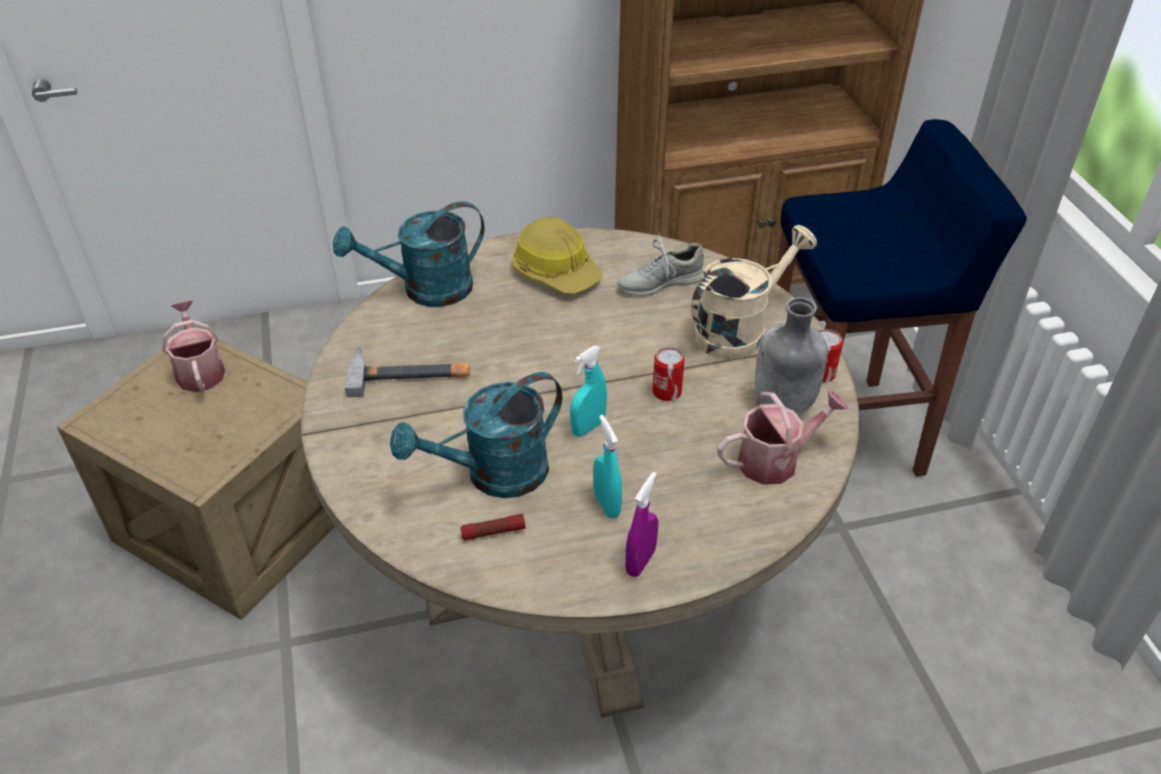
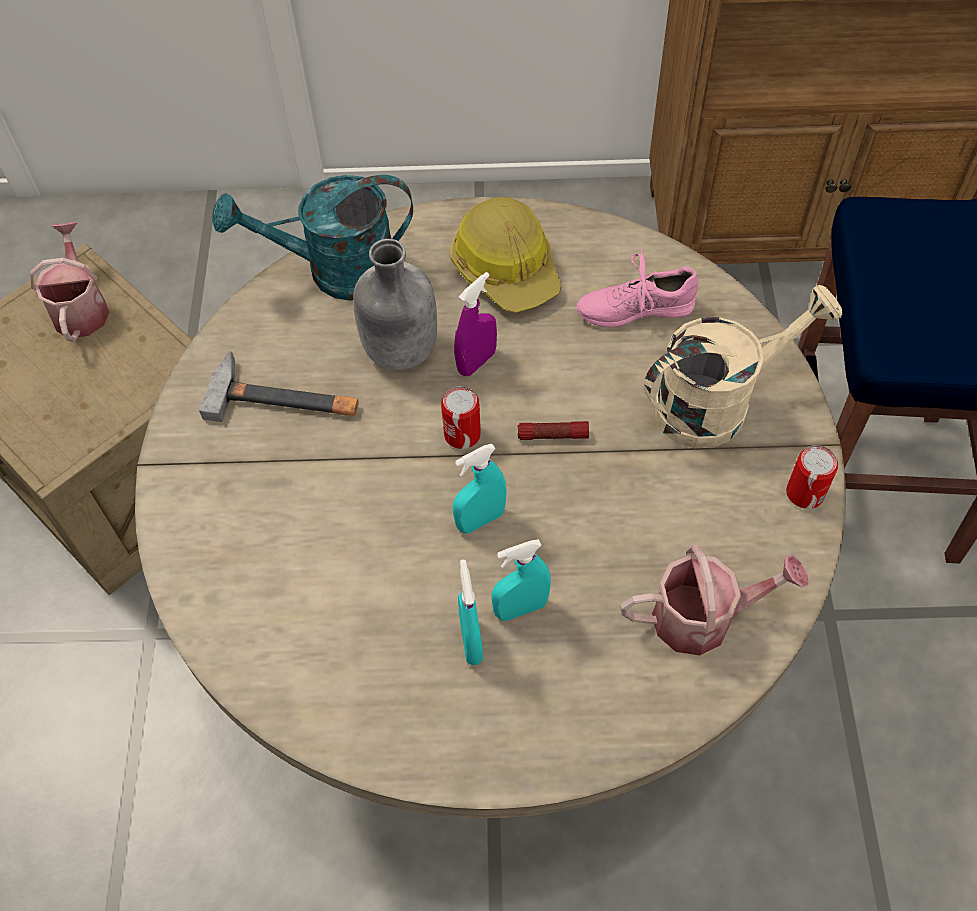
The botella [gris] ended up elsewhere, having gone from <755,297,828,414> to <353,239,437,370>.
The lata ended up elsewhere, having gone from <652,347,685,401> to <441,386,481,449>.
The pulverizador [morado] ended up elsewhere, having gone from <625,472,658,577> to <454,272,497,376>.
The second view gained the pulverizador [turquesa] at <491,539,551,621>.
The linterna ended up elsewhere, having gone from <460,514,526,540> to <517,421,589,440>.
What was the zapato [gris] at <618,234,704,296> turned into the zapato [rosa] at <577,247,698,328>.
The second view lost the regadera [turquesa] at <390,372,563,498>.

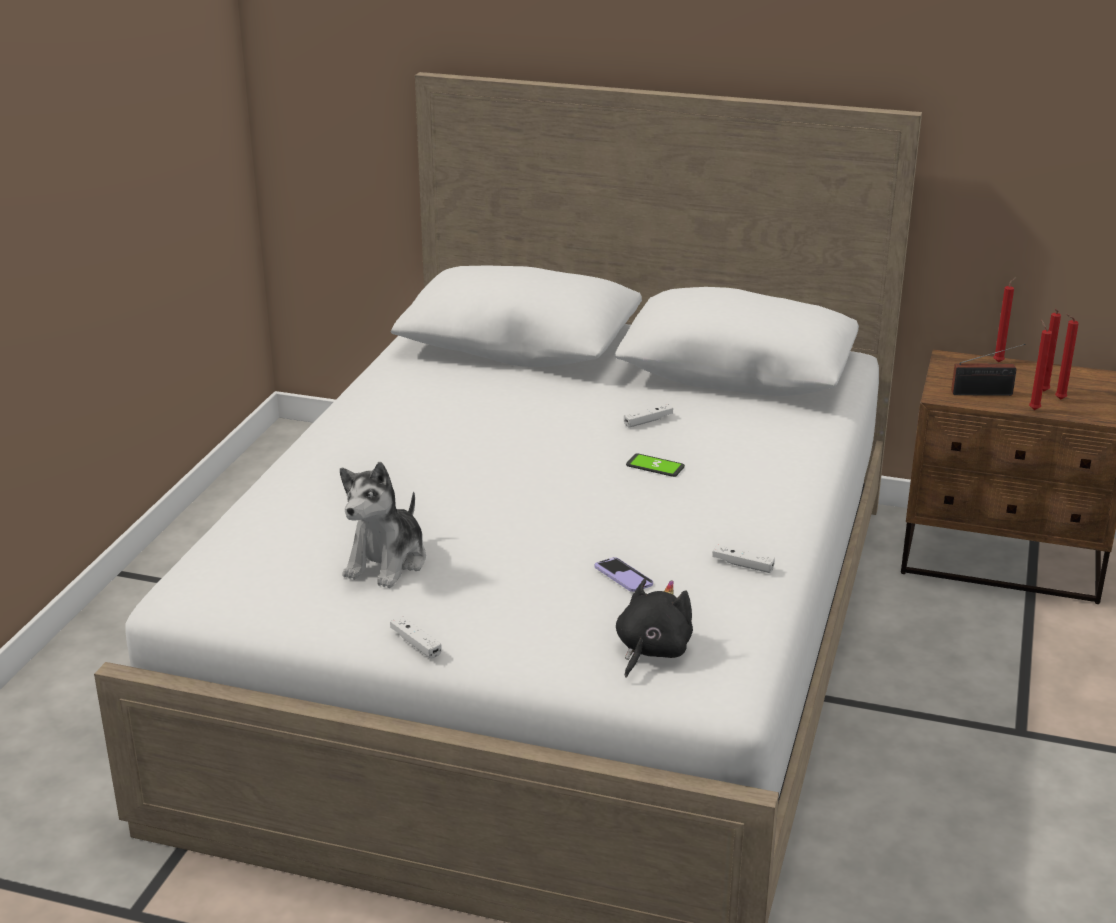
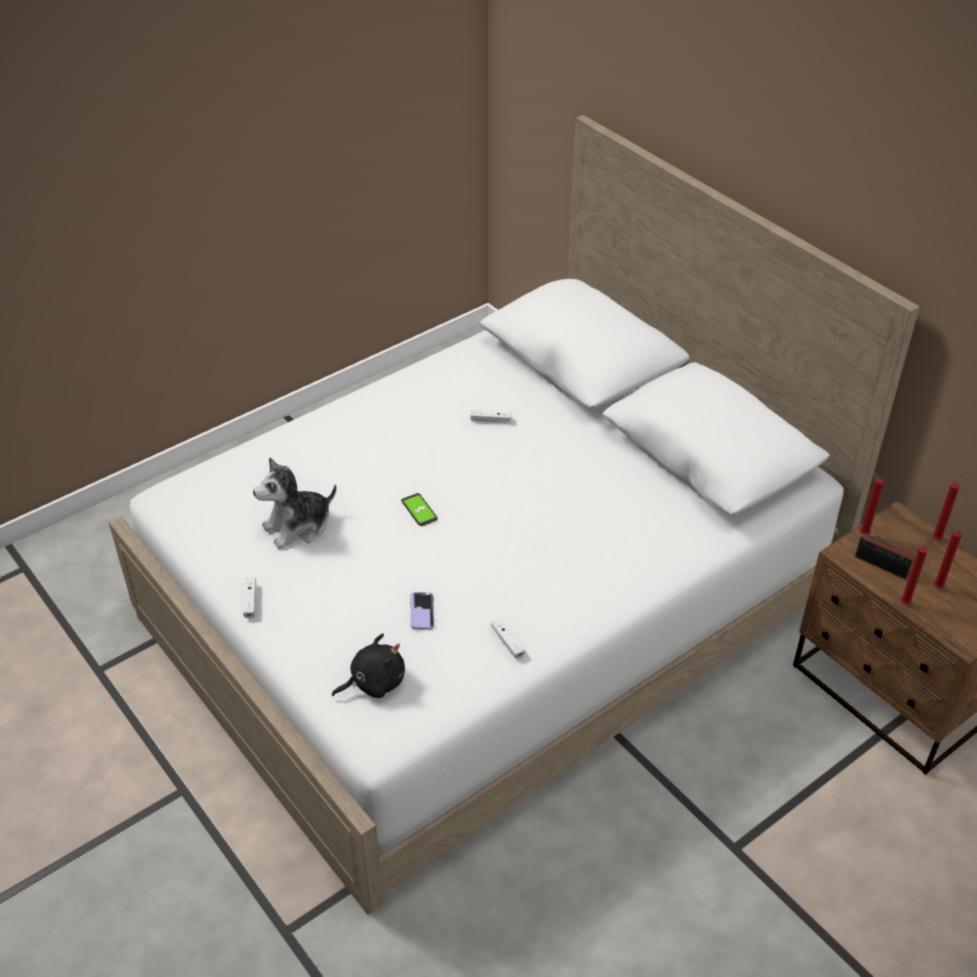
The móvil ended up elsewhere, having gone from <626,453,685,477> to <401,493,438,526>.
The mando de consola [blanco] ended up elsewhere, having gone from <624,404,673,428> to <470,410,511,422>.
The vela [rojo] ended up elsewhere, having gone from <1055,314,1079,400> to <860,472,884,534>.

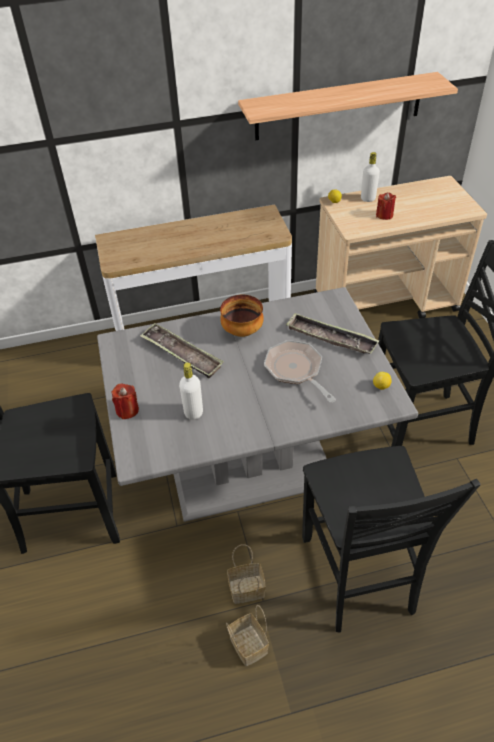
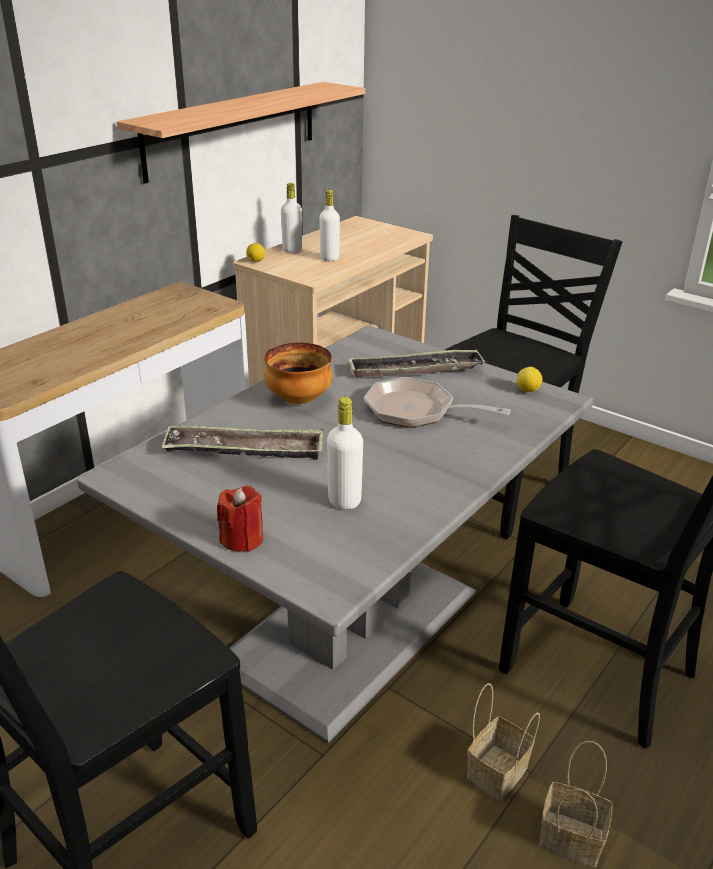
Where the vela [rojo] stood at <376,192,396,220>, the botella [blanco] came to stand at <319,190,340,262>.

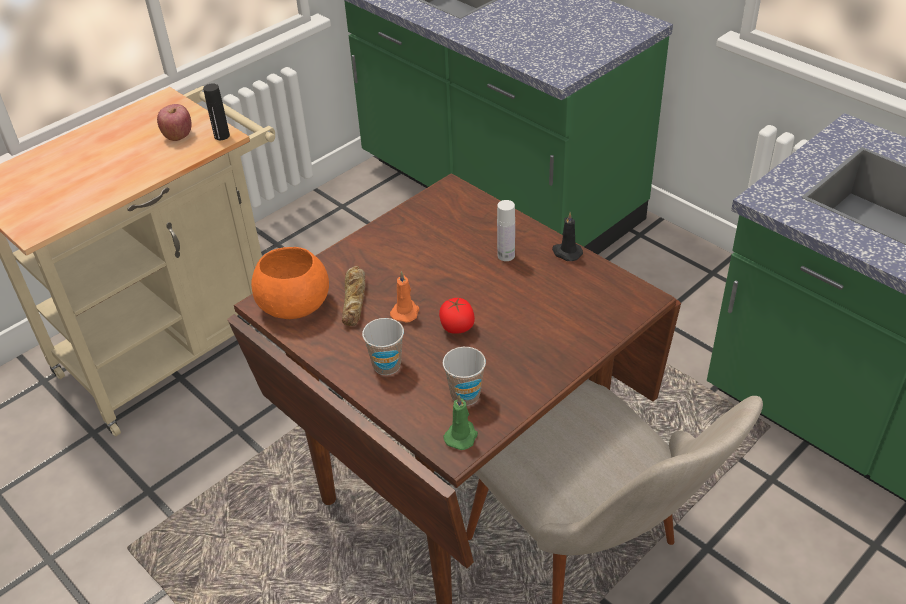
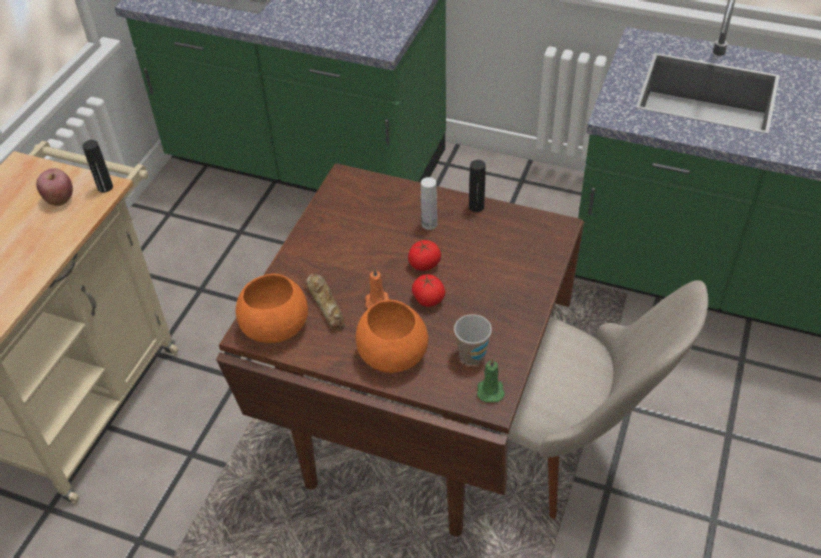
Where the taza stood at <362,318,404,375>, the cuenco [naranja] came to stand at <356,300,428,373>.
The second view gained the tomate at <408,240,441,271>.
Where the vela [negro] stood at <552,212,583,261>, the botella [negro] came to stand at <469,160,485,212>.

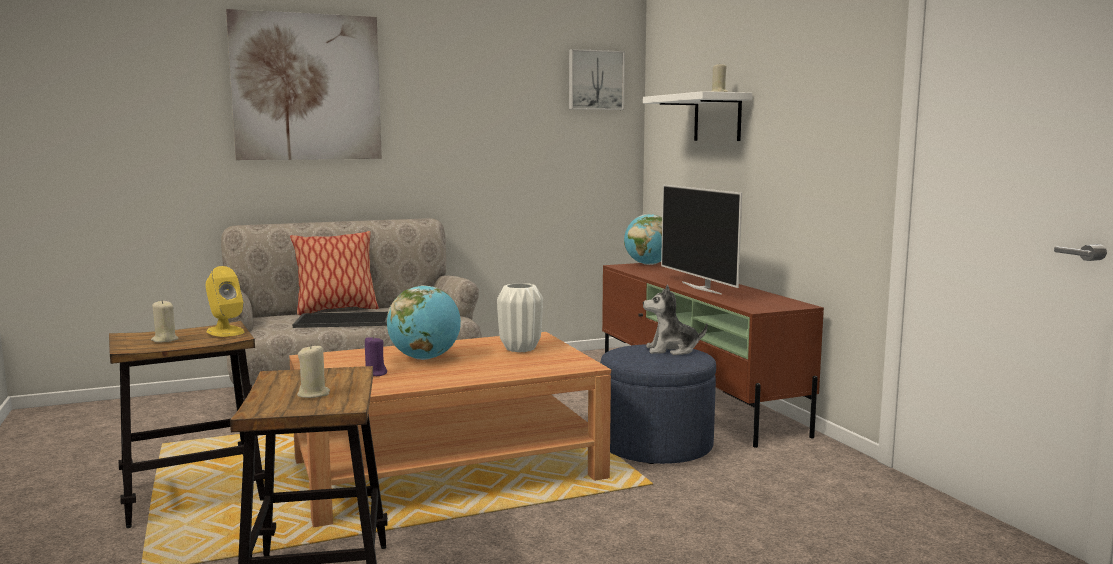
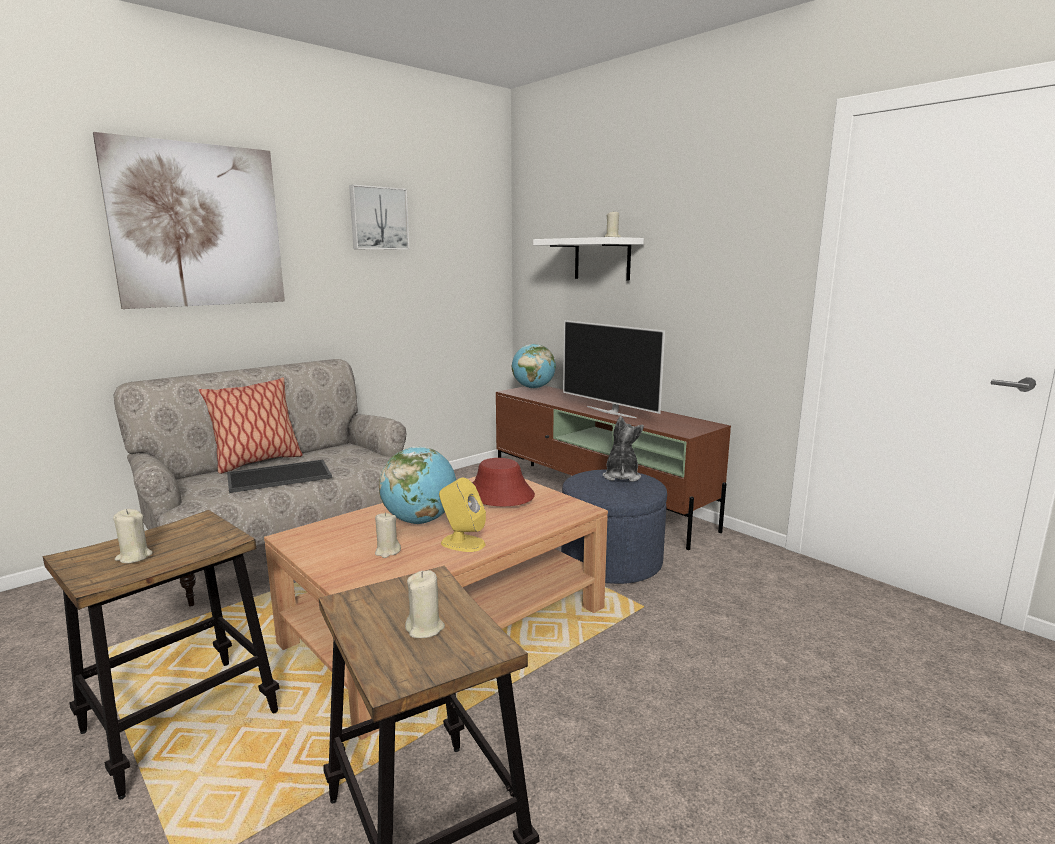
The cuadro ended up elsewhere, having gone from <569,49,625,110> to <349,185,409,250>.
What was the vela [morado] at <365,336,387,376> turned into the vela [beis] at <375,512,401,558>.
The altavoz [amarillo] ended up elsewhere, having gone from <206,266,245,337> to <439,478,486,552>.
Where the florero [blanco] stood at <497,283,543,352>, the sombrero [rojo] came to stand at <473,458,535,506>.
The peluche at <643,284,708,355> ended up facing another way, 120 degrees clockwise from before.

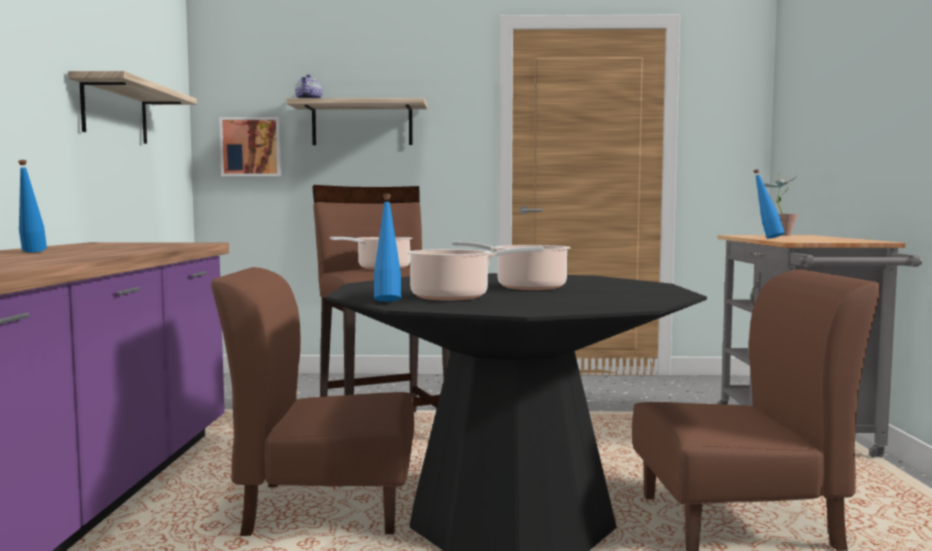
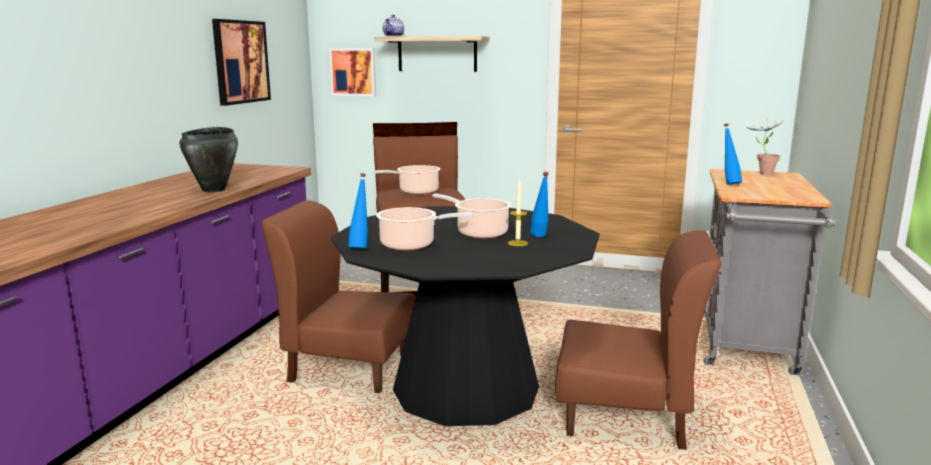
The second view gained the olla [negro] at <180,127,238,192>.
Where the estante hung at <68,71,197,144>, the cuadro came to hang at <212,19,271,106>.
The second view gained the vela at <508,179,528,246>.
The botella [azul] ended up elsewhere, having gone from <18,160,47,253> to <530,172,549,237>.

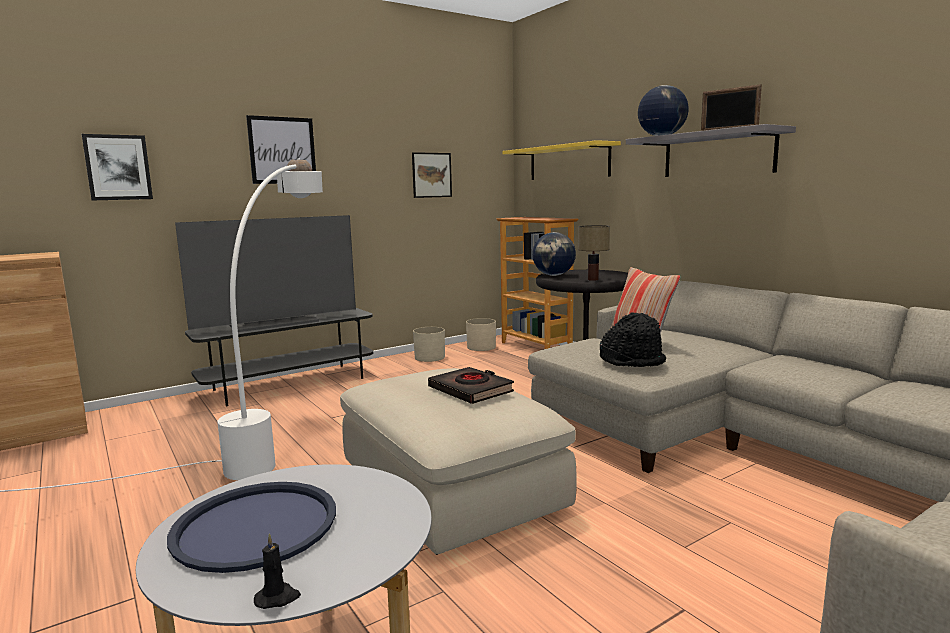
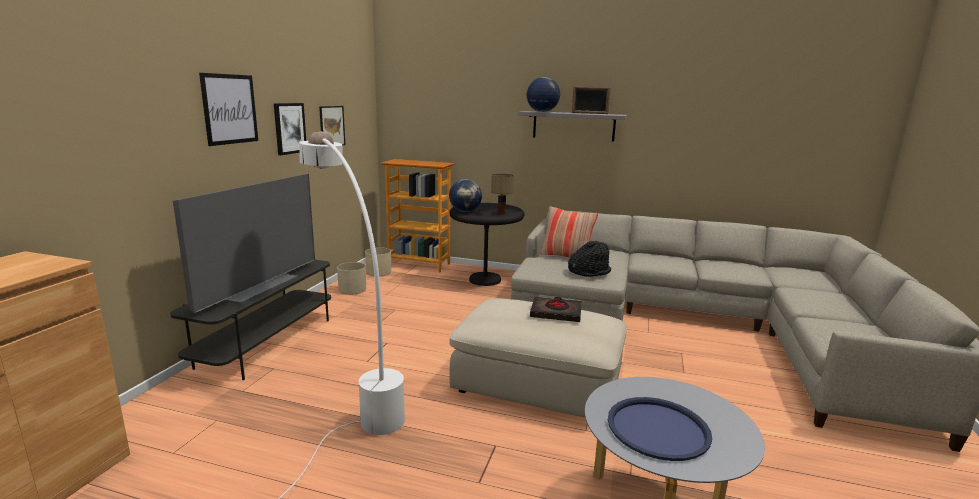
The cuadro ended up elsewhere, having gone from <82,134,153,201> to <274,103,306,155>.
The second view lost the vela [negro] at <254,533,301,609>.
The second view lost the estante [amarillo] at <502,140,621,180>.

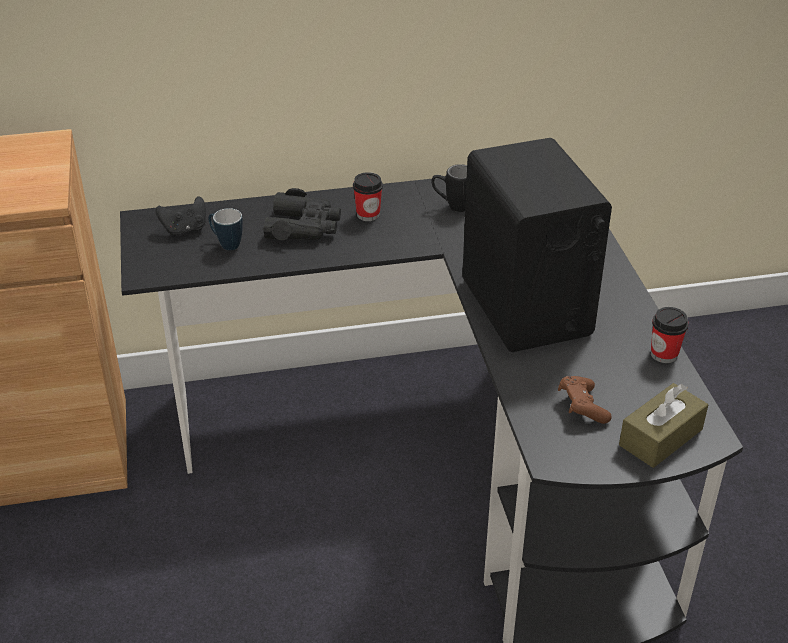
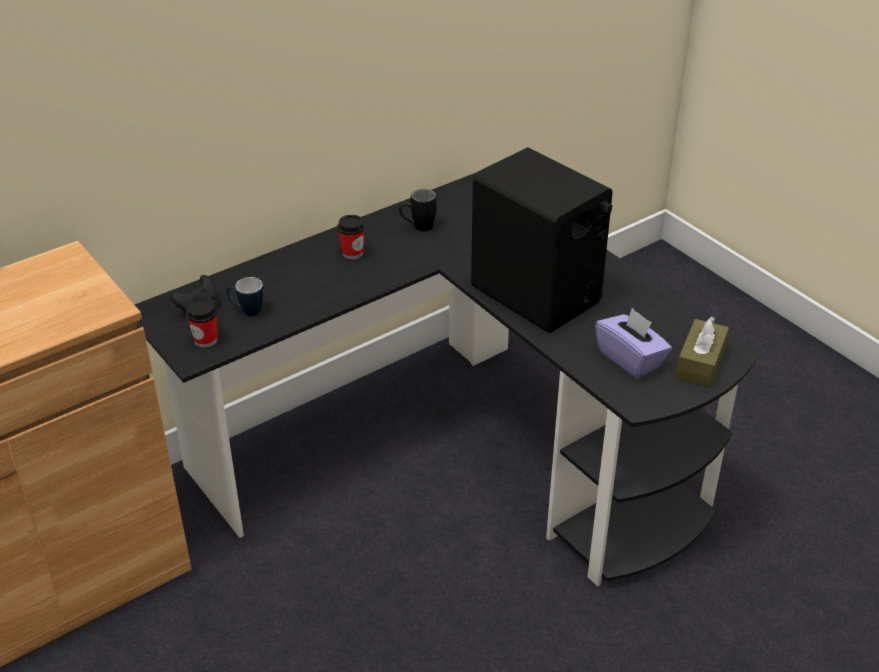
The taza ended up elsewhere, having gone from <651,307,689,363> to <186,299,218,348>.
Where the mando de consola [marrón] stood at <558,376,612,424>, the caja de pañuelos [morado] came to stand at <595,308,672,379>.
The second view lost the prismáticos [negro] at <263,188,341,240>.

